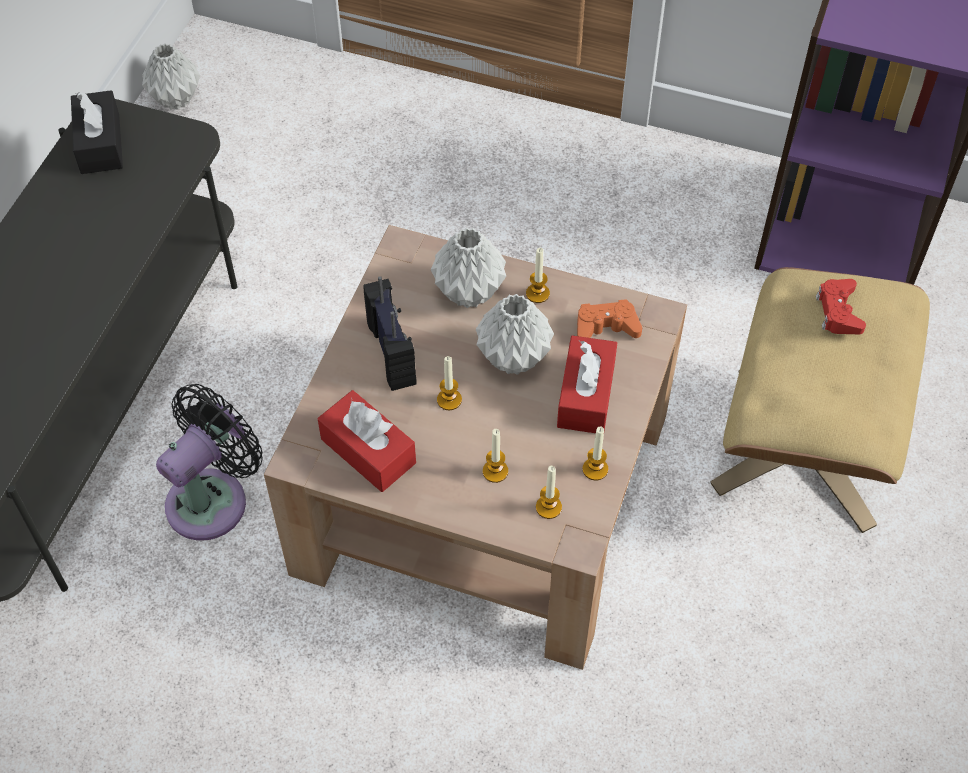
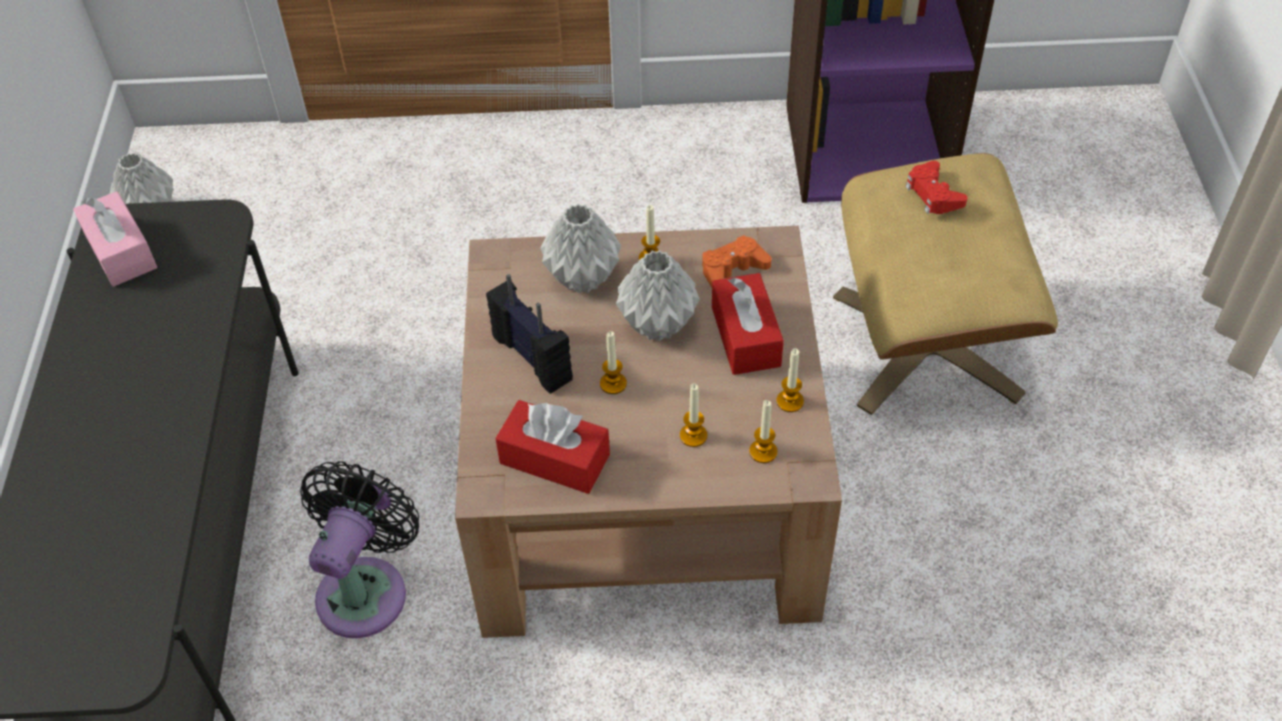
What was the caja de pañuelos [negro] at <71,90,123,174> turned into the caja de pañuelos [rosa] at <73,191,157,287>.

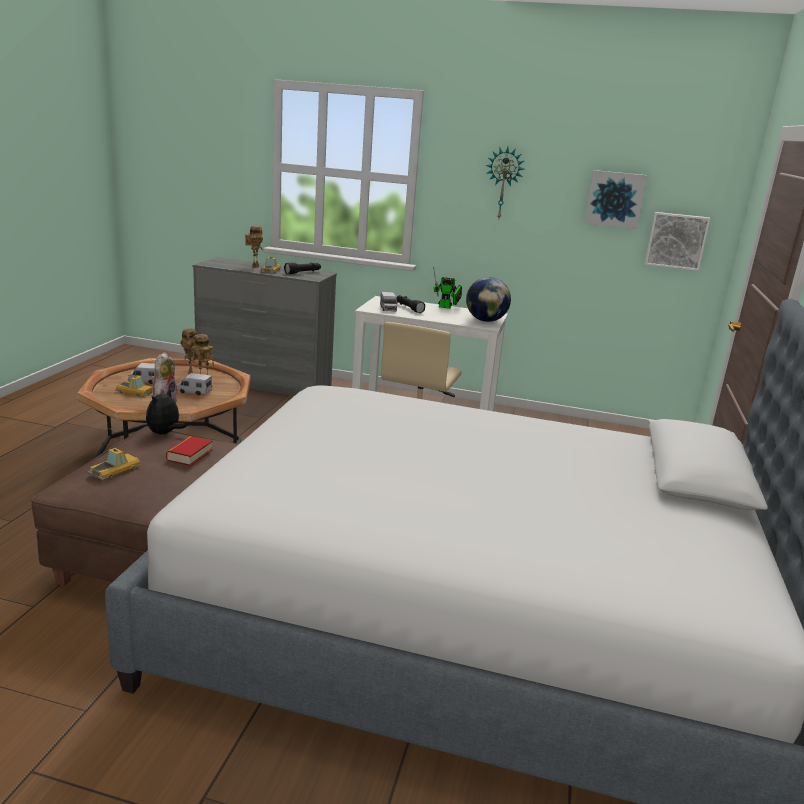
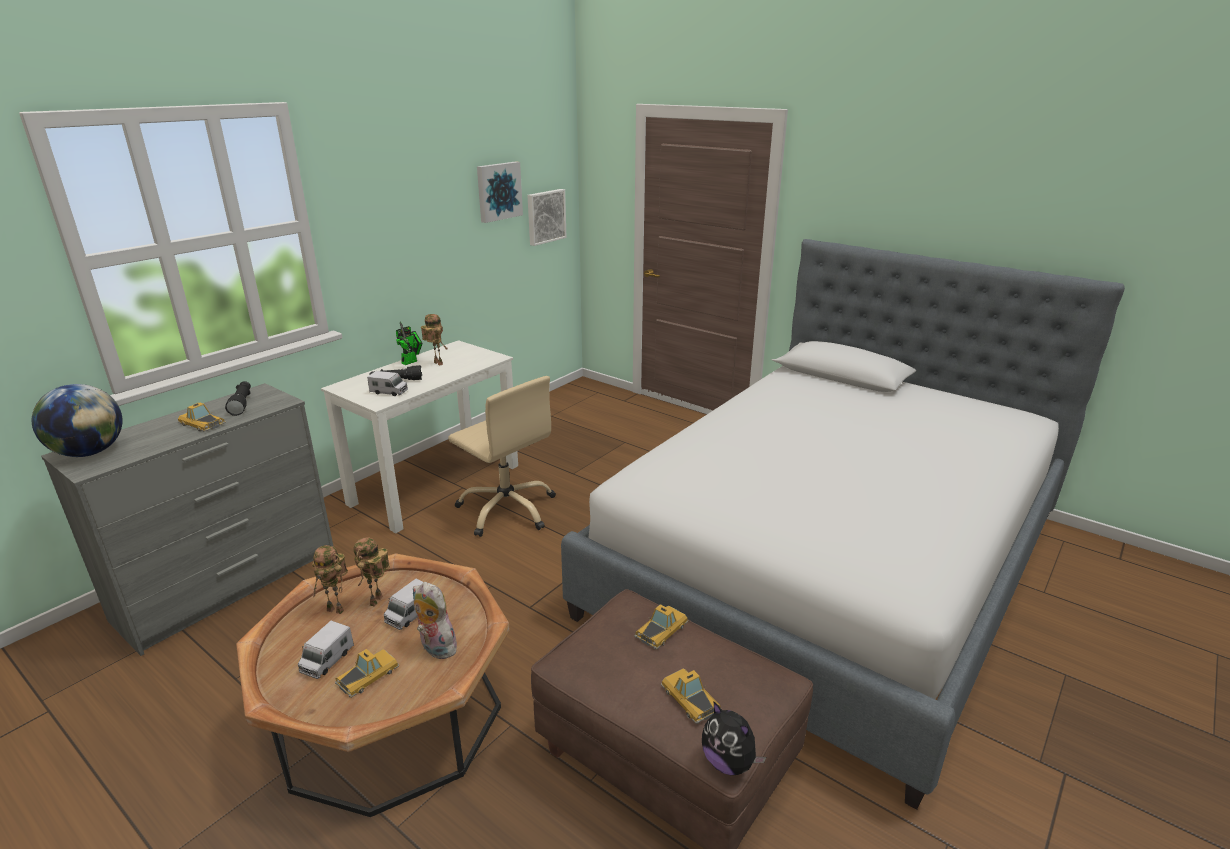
The globo terráqueo ended up elsewhere, having gone from <466,277,511,322> to <32,384,122,457>.
The robot de juguete ended up elsewhere, having gone from <245,226,263,268> to <421,314,448,365>.
Where the libro stood at <166,436,213,466>, the coche de juguete came to stand at <634,604,688,649>.
The peluche ended up elsewhere, having gone from <146,388,188,434> to <702,701,766,775>.
The second view lost the reloj de pared at <486,147,524,218>.

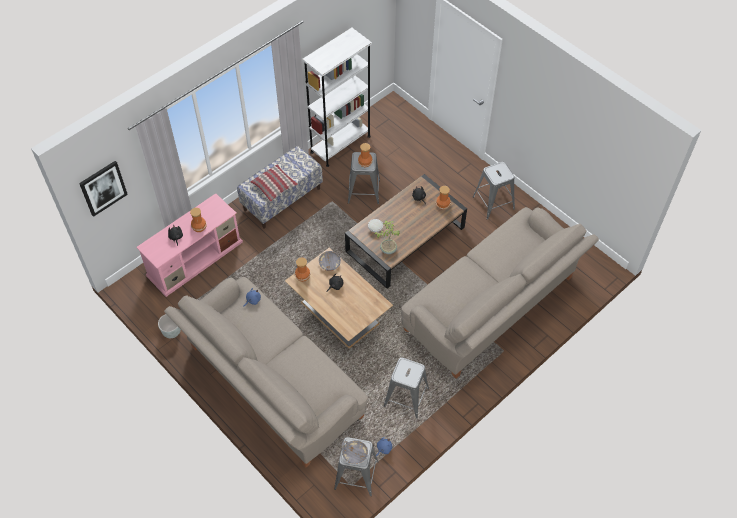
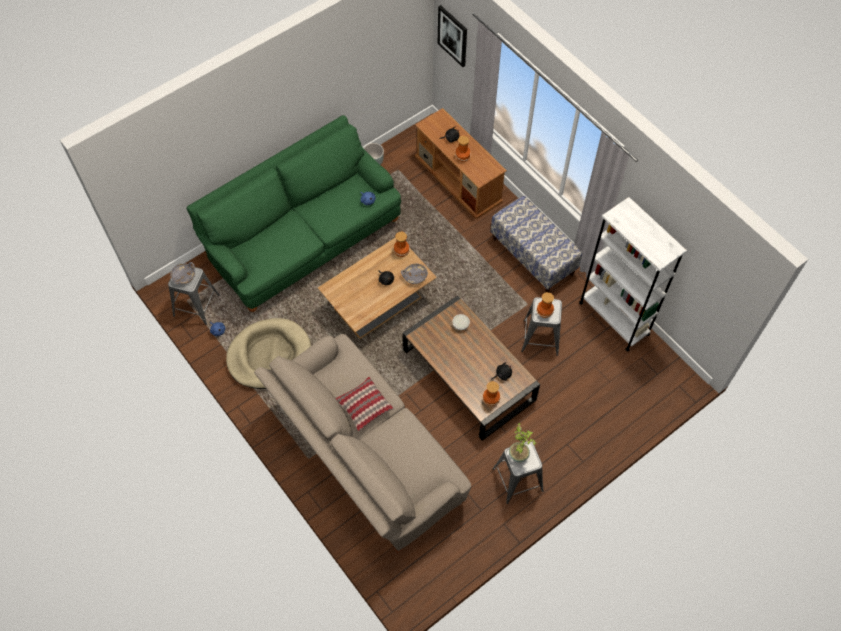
What was the sofá [beis] at <164,277,368,468> turned into the sofá [verde] at <186,115,401,312>.
Where the taburete [gris] stood at <383,358,429,418>, the cama para perro [beis] came to stand at <226,318,311,389>.
The cojín ended up elsewhere, having gone from <250,164,298,202> to <336,377,394,431>.
What was the mueble de televisión [rosa] at <136,193,243,297> turned into the mueble de televisión [marrón] at <415,108,507,220>.
The planta en maceta ended up elsewhere, having gone from <375,221,400,254> to <509,423,536,462>.

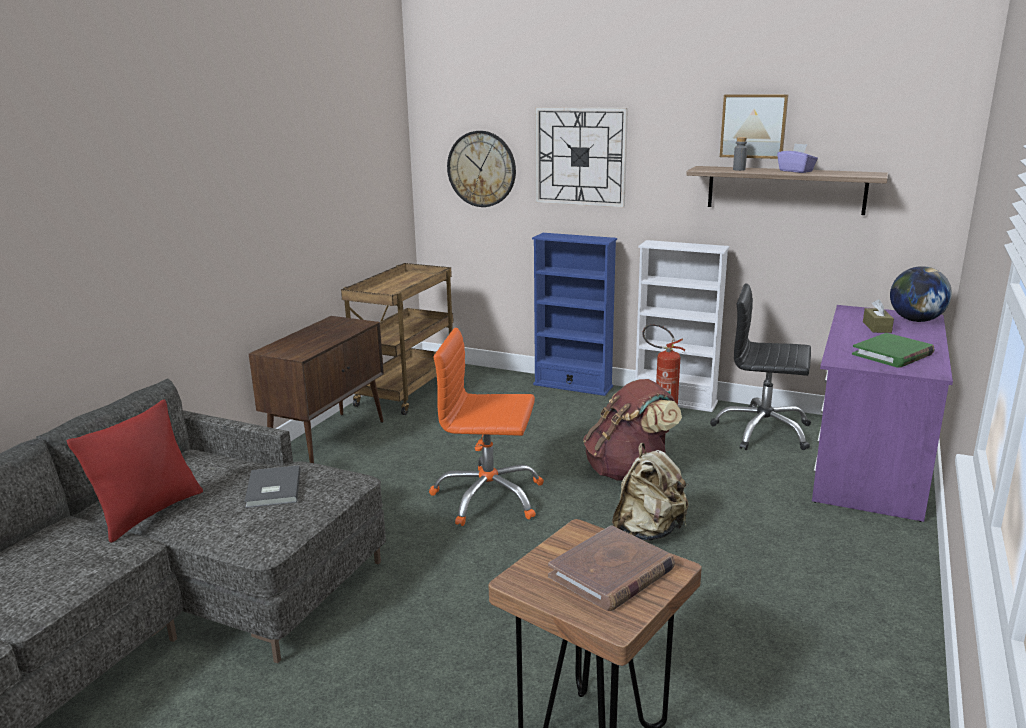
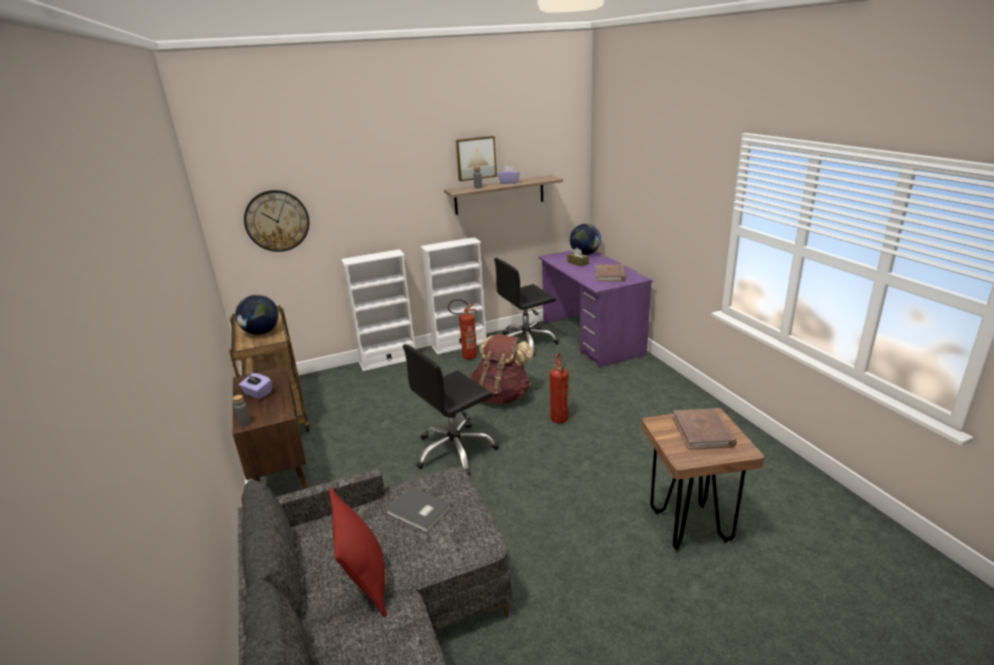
The second view gained the botella [gris] at <233,395,251,426>.
The second view gained the globo terráqueo at <235,295,279,335>.
The second view gained the caja de pañuelos [morado] at <239,373,272,399>.
What was the estantería [azul] at <532,233,617,396> turned into the estantería [blanco] at <341,249,415,371>.
What was the silla de oficina [naranja] at <429,328,544,526> turned into the silla de oficina [negro] at <403,344,499,475>.
Where the mochila [beis] stood at <612,443,689,541>, the extintor came to stand at <550,354,569,423>.
What was the libro [verde] at <852,333,935,368> turned into the libro [marrón] at <595,264,626,282>.
The second view lost the reloj de pared at <535,107,628,208>.

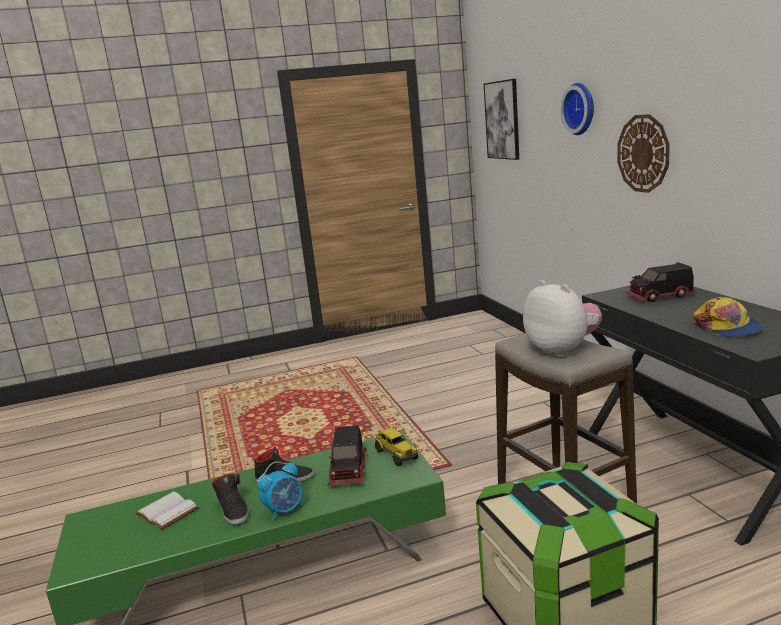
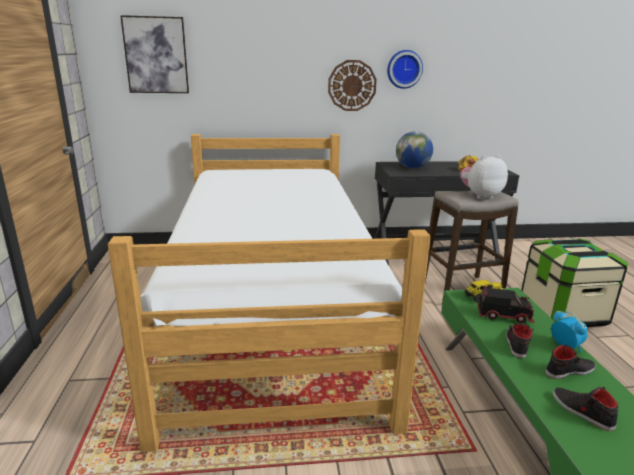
The second view gained the cama at <108,134,431,452>.
The reloj de pared ended up elsewhere, having gone from <561,83,594,135> to <387,50,423,89>.
Where the camión de juguete stood at <626,262,696,302>, the globo terráqueo came to stand at <396,131,433,169>.
Where the libro [blanco] stood at <136,492,199,530>, the zapato [negro] came to stand at <553,387,619,431>.

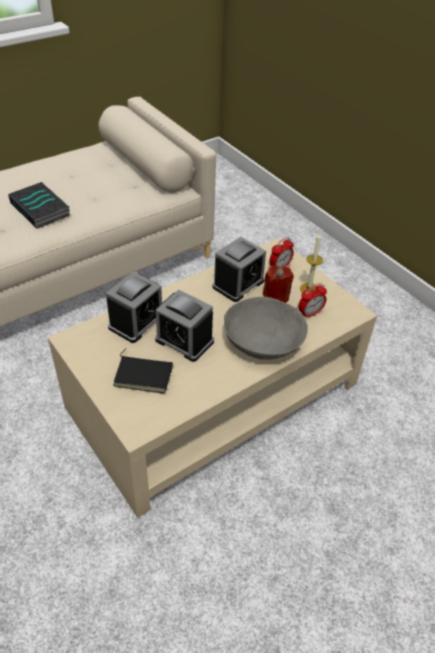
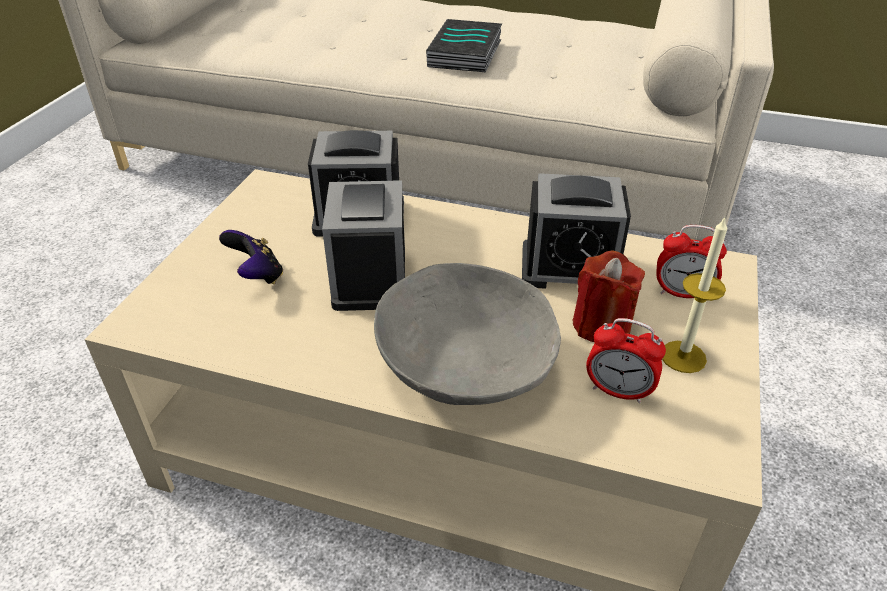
Where the libro [negro] stood at <113,348,173,394>, the mando de consola came to stand at <219,230,283,284>.

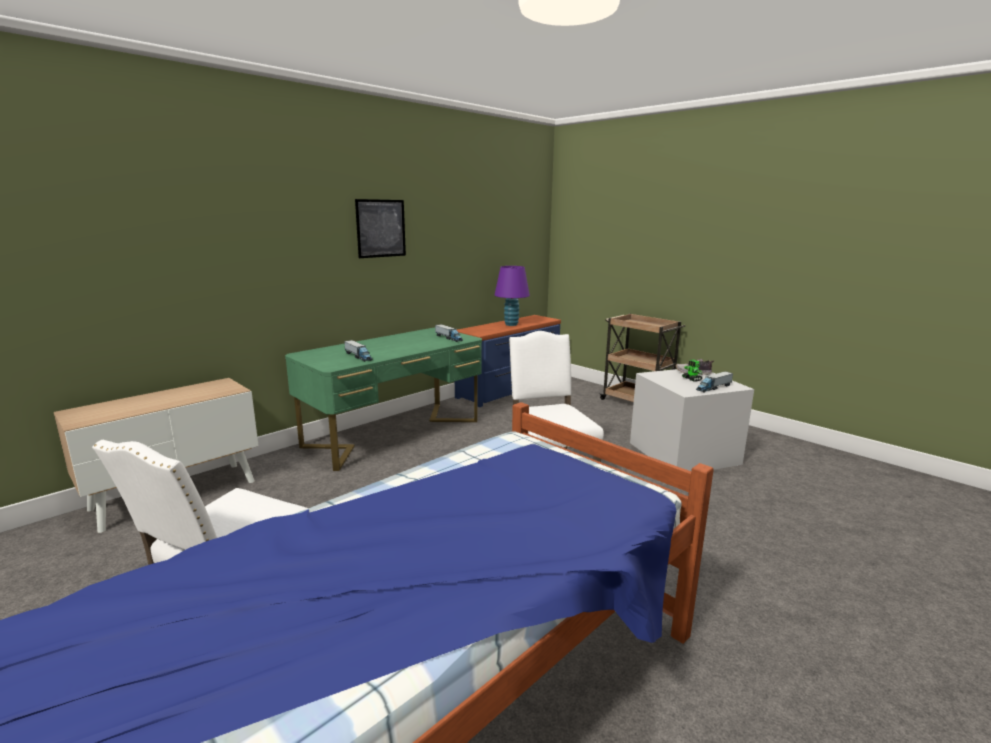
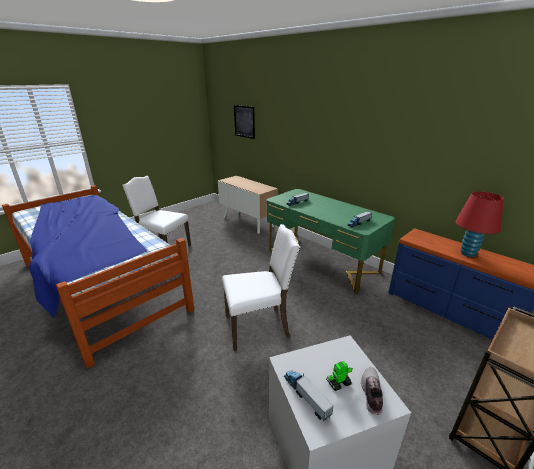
The cuadro ended up elsewhere, having gone from <355,199,406,258> to <234,105,255,139>.
What was the lámpara de mesa [morado] at <494,266,530,326> turned into the lámpara de mesa [rojo] at <456,191,504,257>.

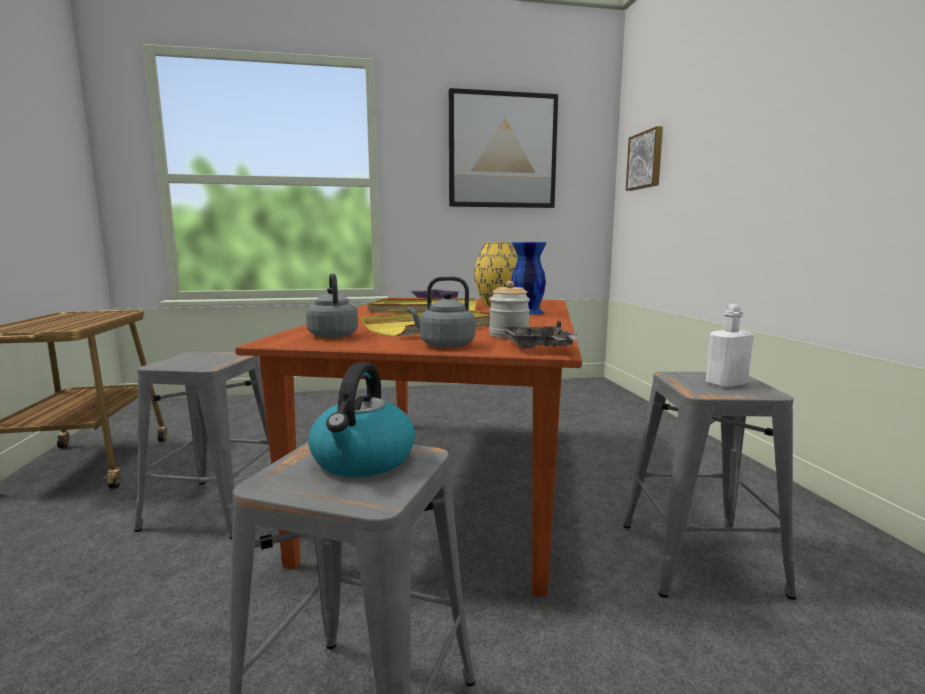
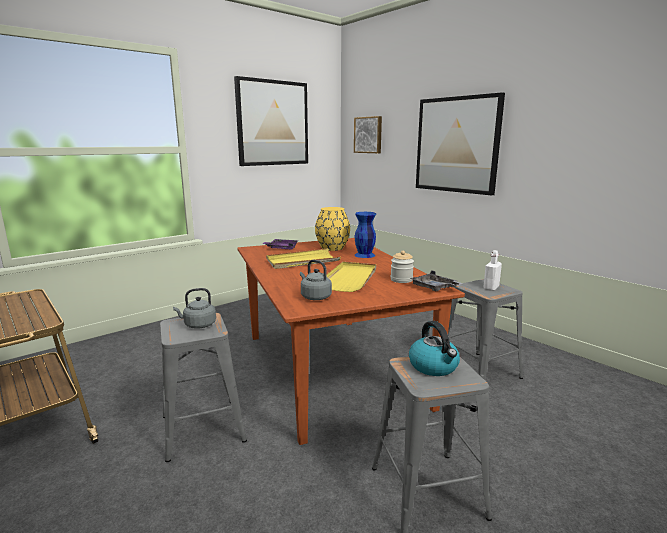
The hervidor [gris] ended up elsewhere, having gone from <407,276,475,348> to <173,288,216,329>.
The second view gained the cuadro at <416,92,505,196>.

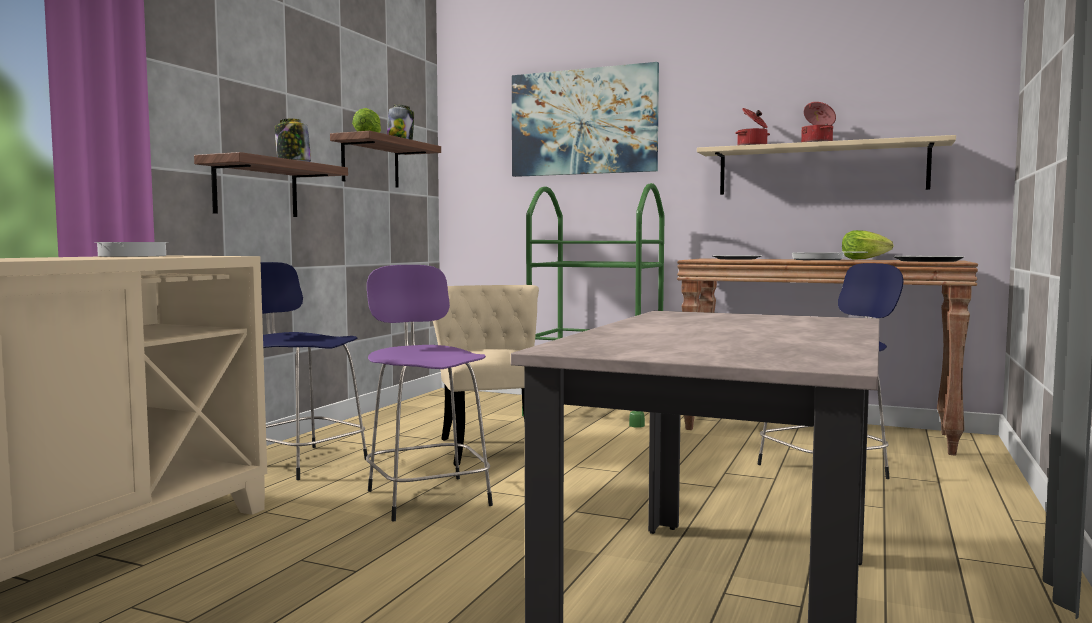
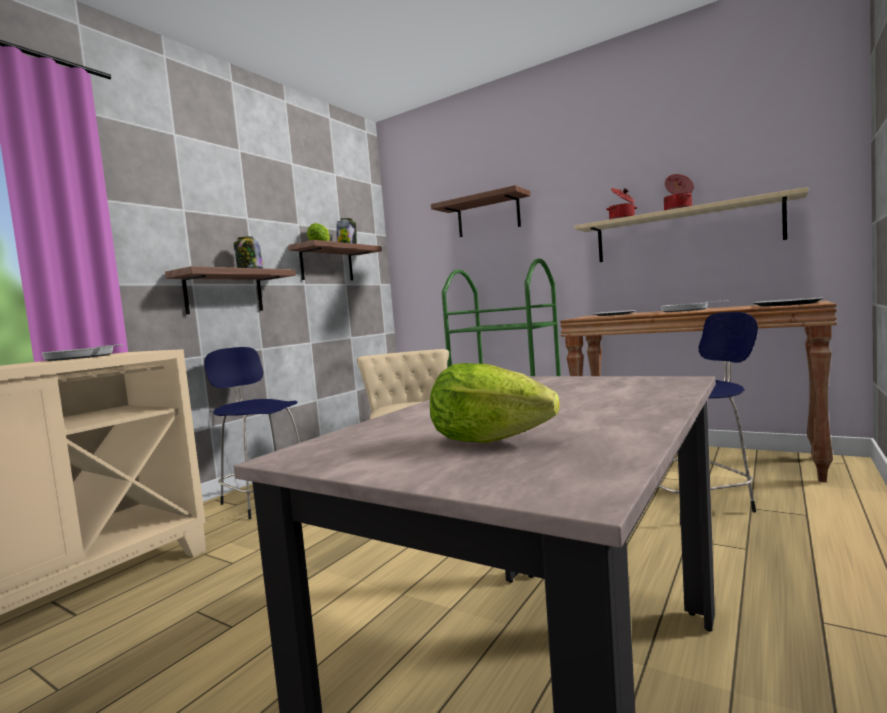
Where the olla stood at <94,242,168,257>, the sartén came to stand at <41,344,123,361>.
The lechuga ended up elsewhere, having gone from <842,230,894,260> to <430,363,559,443>.
Where the cuadro hung at <512,62,659,177>, the estante came to hang at <431,185,530,237>.
The second view lost the taburete [morado] at <366,265,493,521>.

